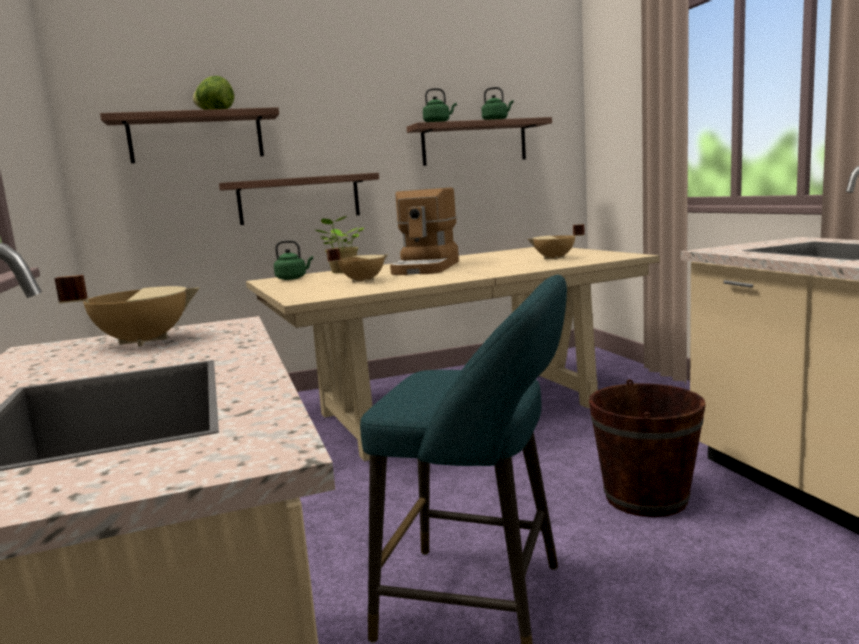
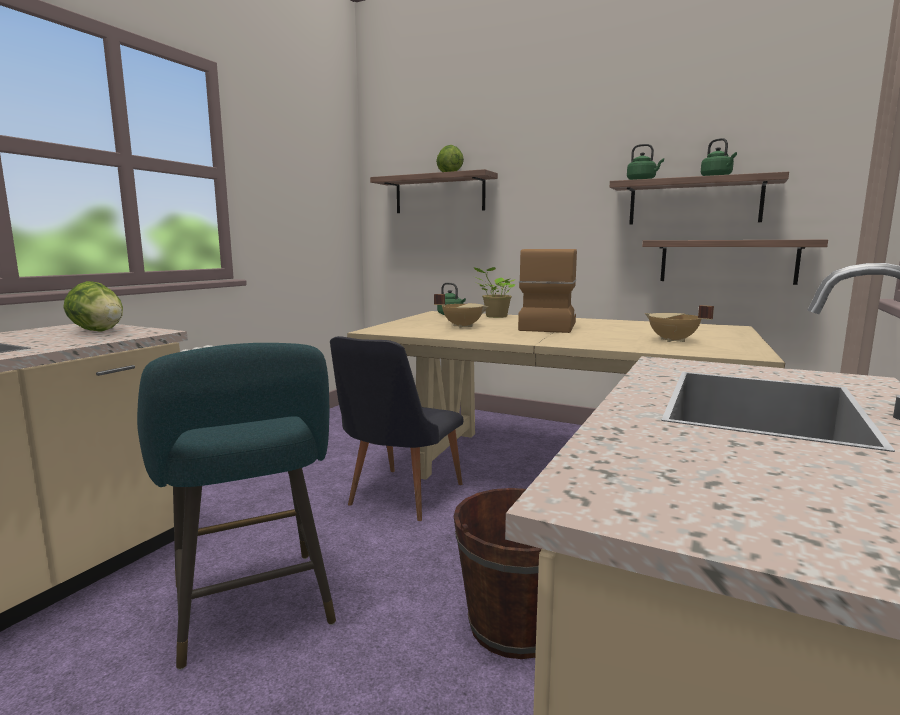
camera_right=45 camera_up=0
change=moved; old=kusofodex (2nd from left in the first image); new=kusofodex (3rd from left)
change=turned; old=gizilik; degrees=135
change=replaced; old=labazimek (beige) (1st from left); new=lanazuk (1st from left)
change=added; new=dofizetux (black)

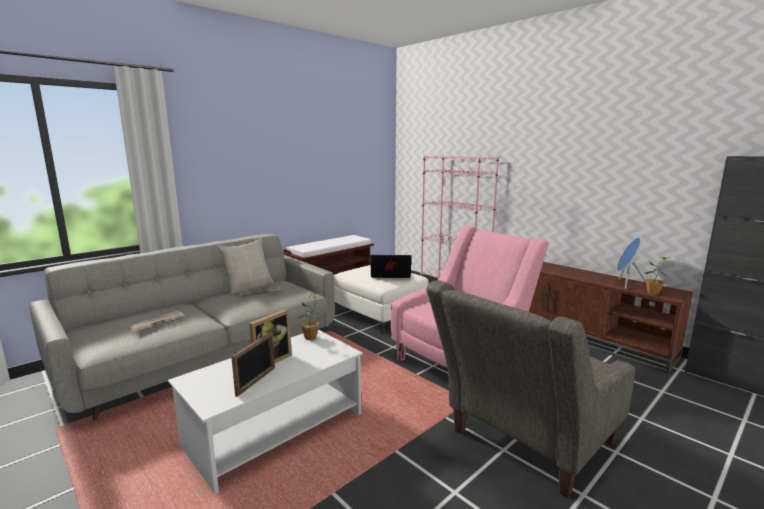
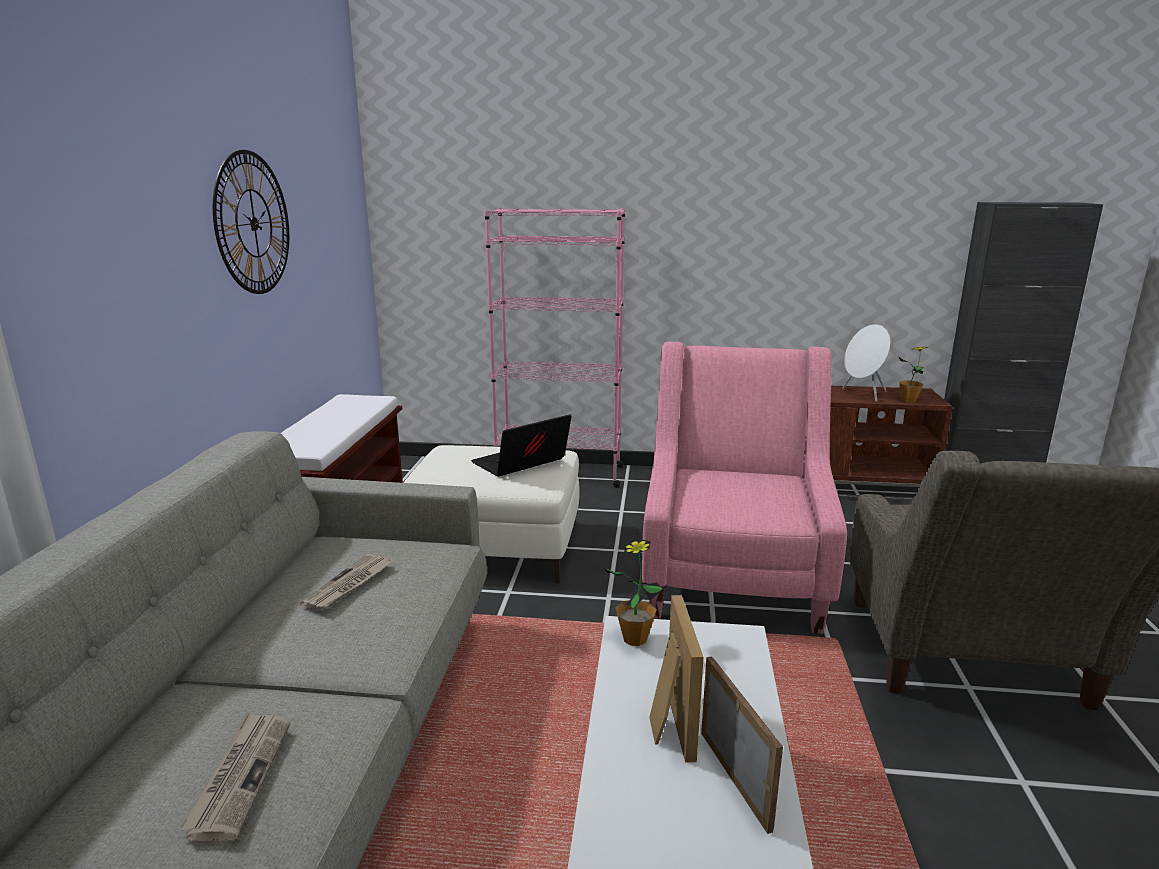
camera_right=-40 camera_up=5
change=recoloured; old=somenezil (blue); new=somenezil (white)
change=removed; old=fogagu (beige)
change=added; new=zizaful

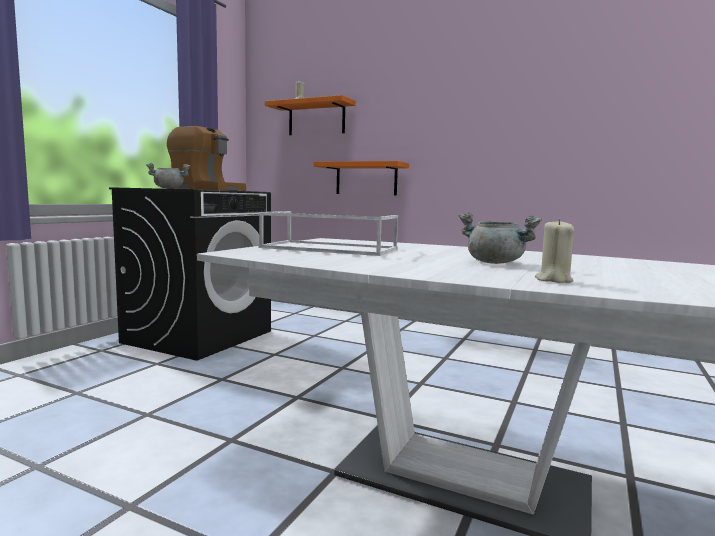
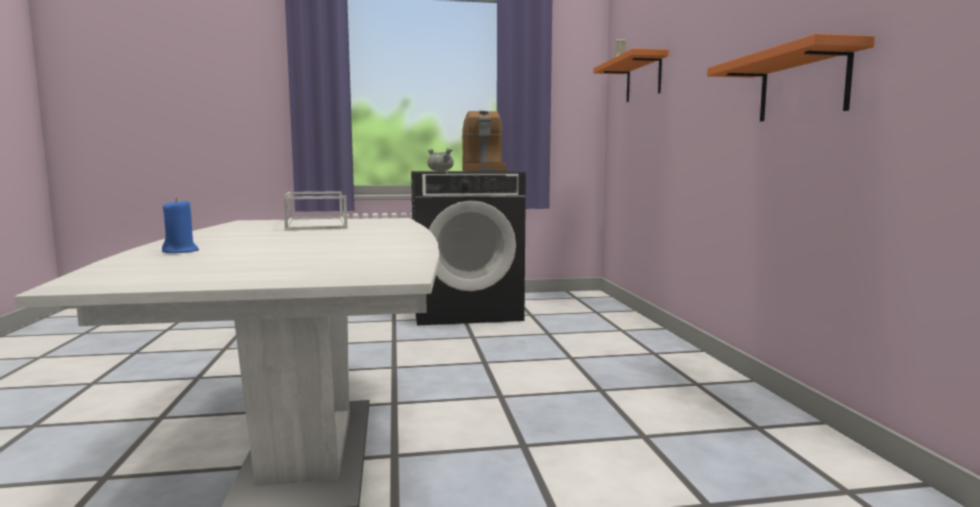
camera_right=55 camera_up=0
change=moved; old=kusofodex (orange) (2nd from left)
change=removed; old=labazimek (grey) (2nd from left)
change=recoloured; old=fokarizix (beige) (2nd from left); new=fokarizix (blue)

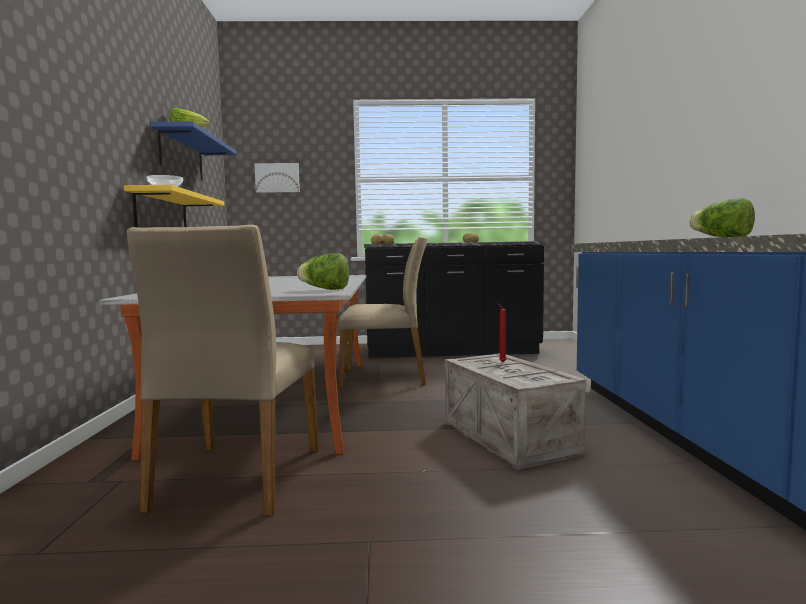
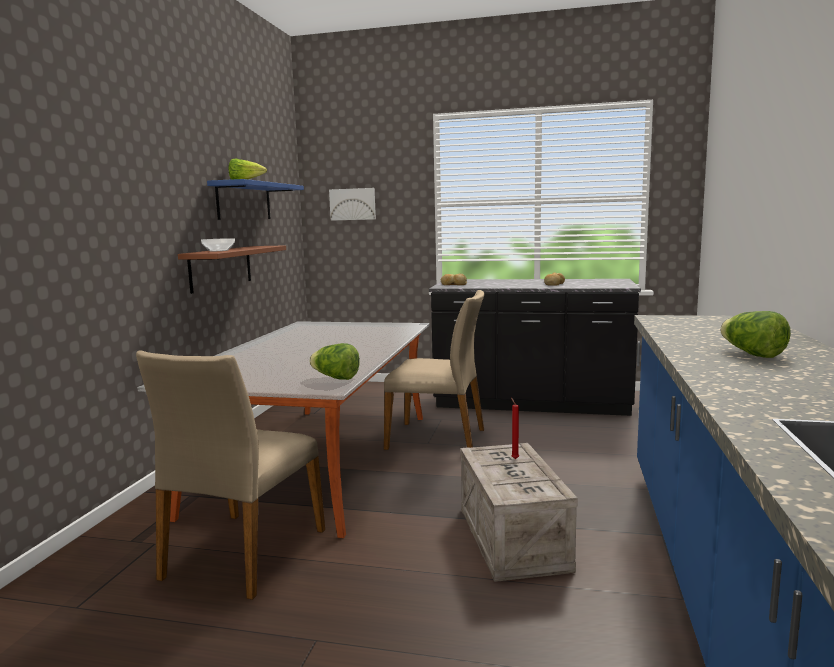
camera_right=15 camera_up=5
change=recoloured; old=kusofodex (yellow); new=kusofodex (brown)

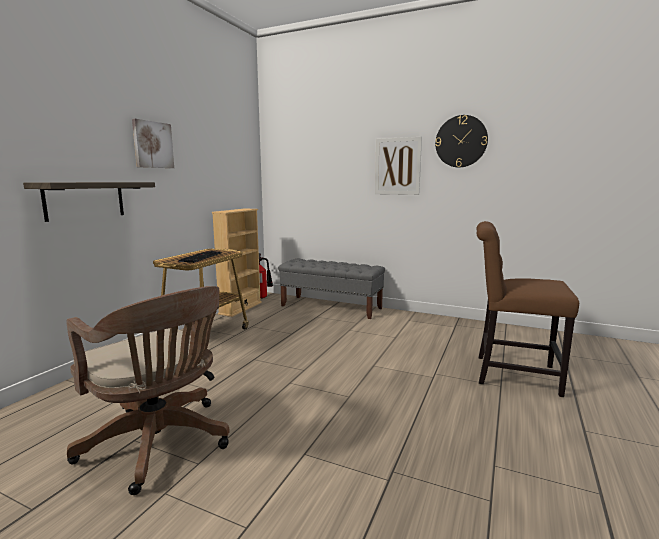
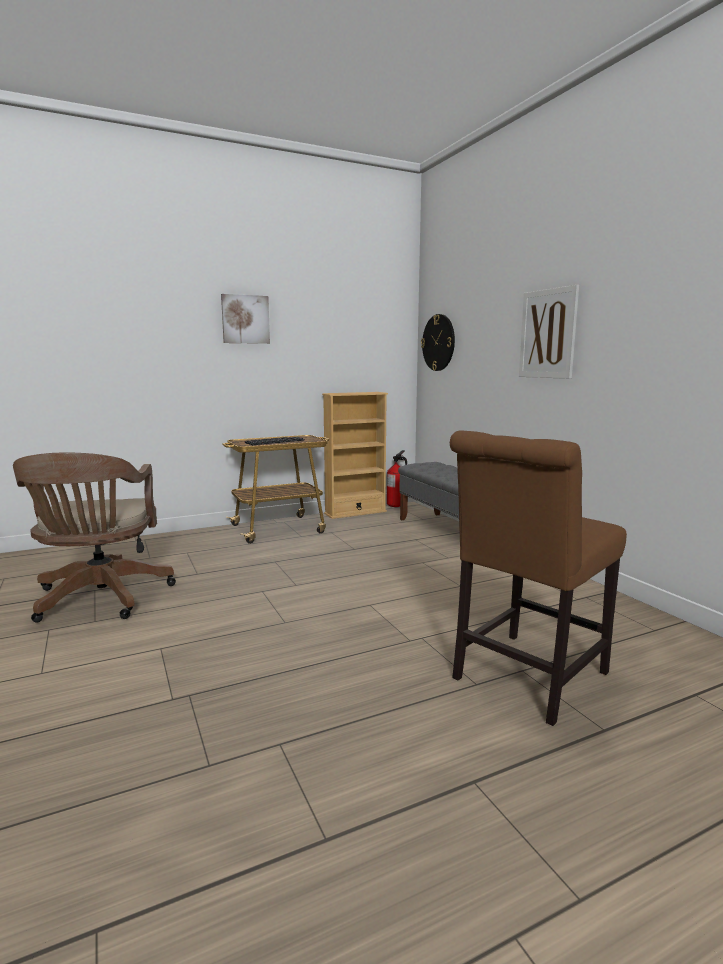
camera_right=40 camera_up=0
change=moved; old=zizaful
change=removed; old=kusofodex
change=turned; old=dofizetux (brown); degrees=-105

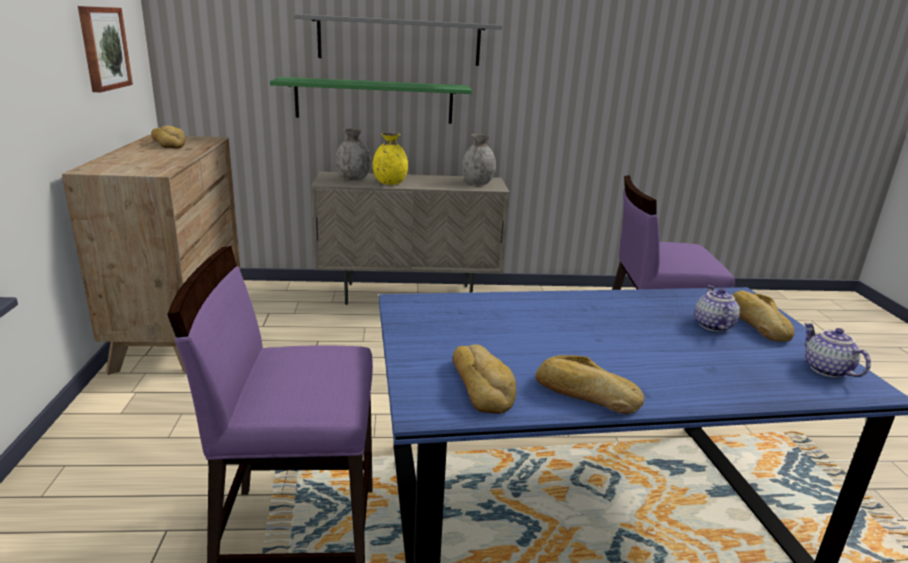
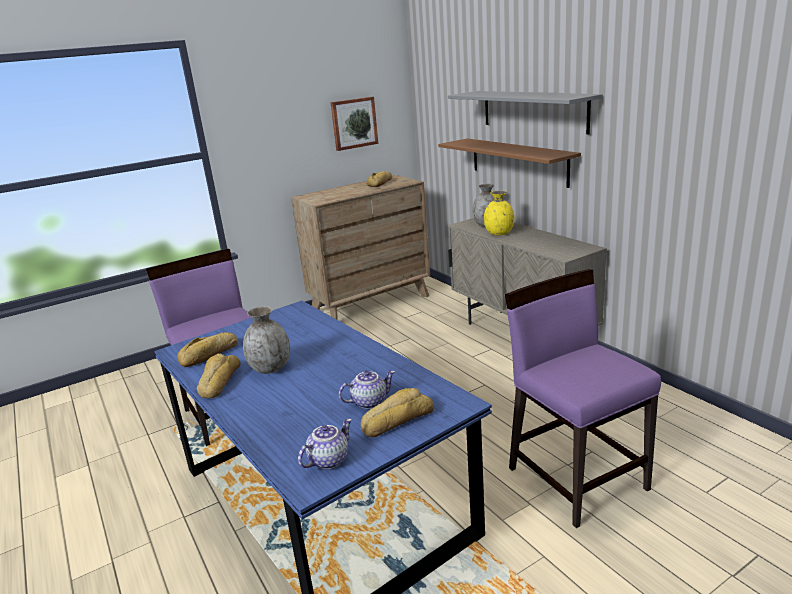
camera_right=65 camera_up=0
change=recoloured; old=kusofodex (green); new=kusofodex (brown)
change=moved; old=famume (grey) (2nd from left in the first image); new=famume (grey) (1st from left)

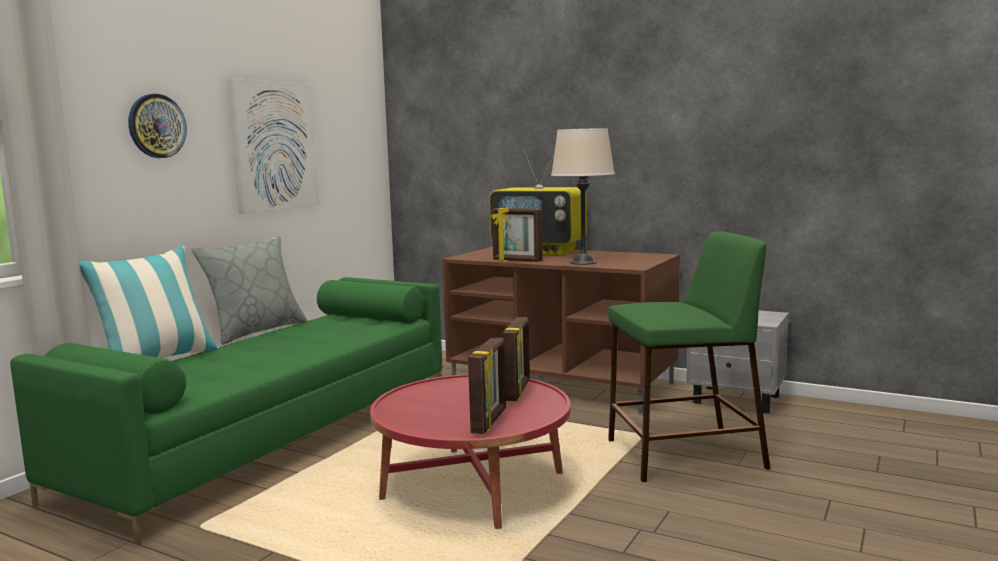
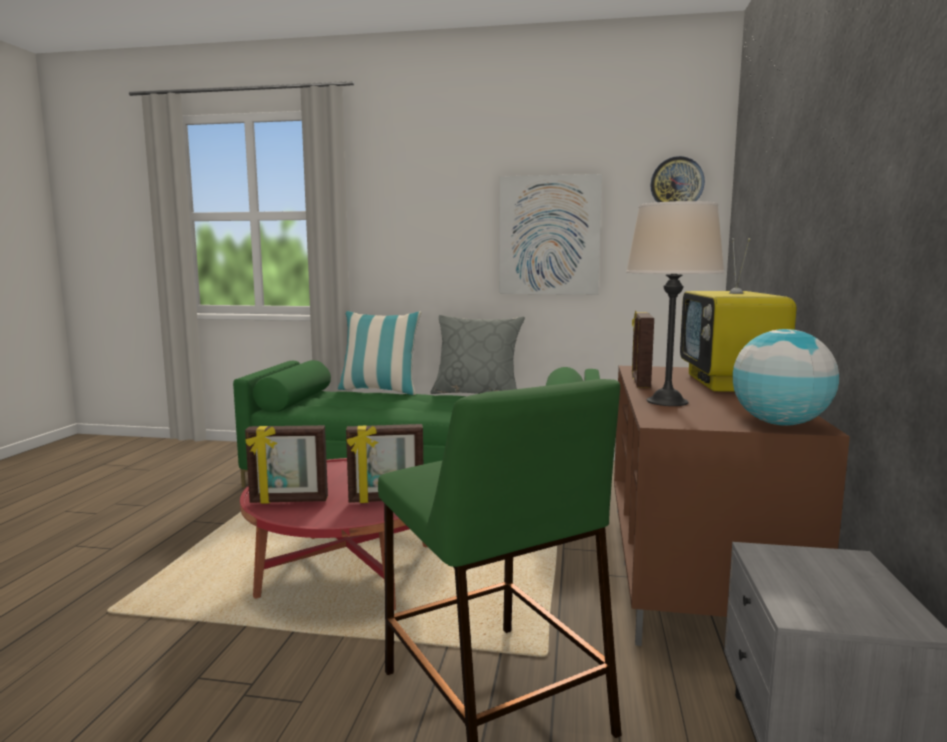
camera_right=70 camera_up=0
change=moved; old=zizaful
change=added; new=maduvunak

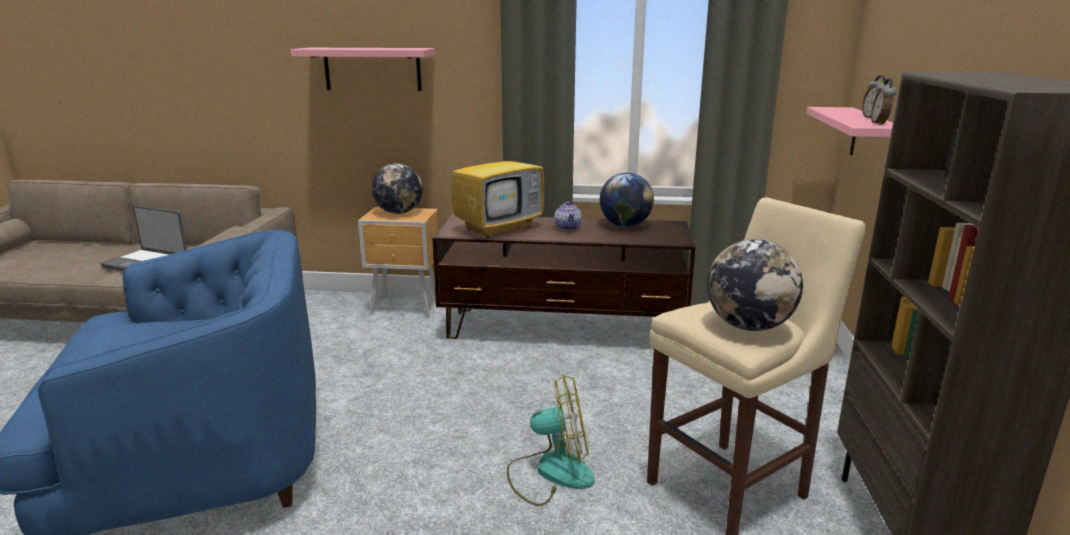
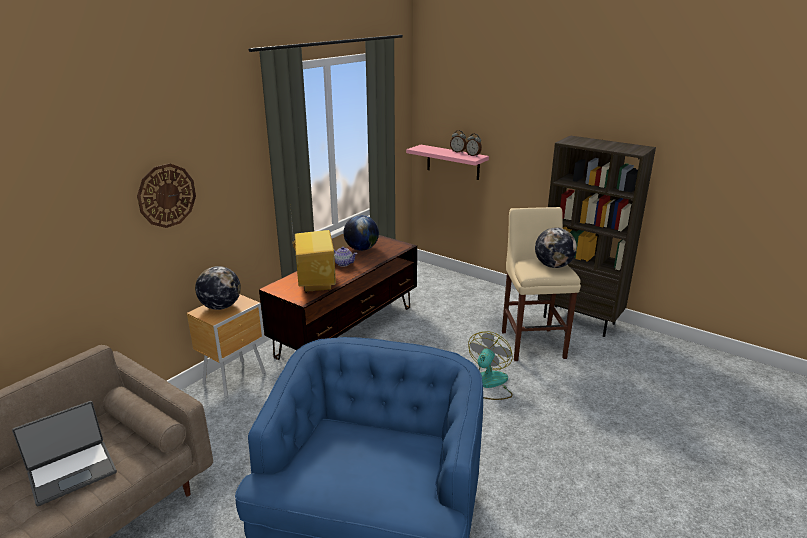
camera_right=-60 camera_up=5
change=replaced; old=kusofodex (pink) (1st from left); new=zizaful

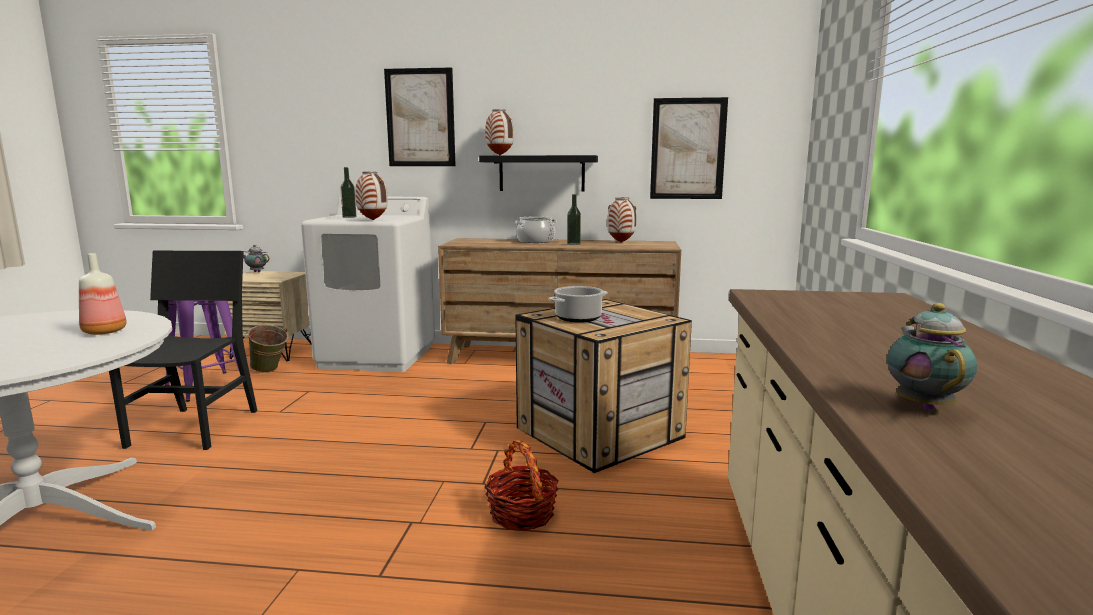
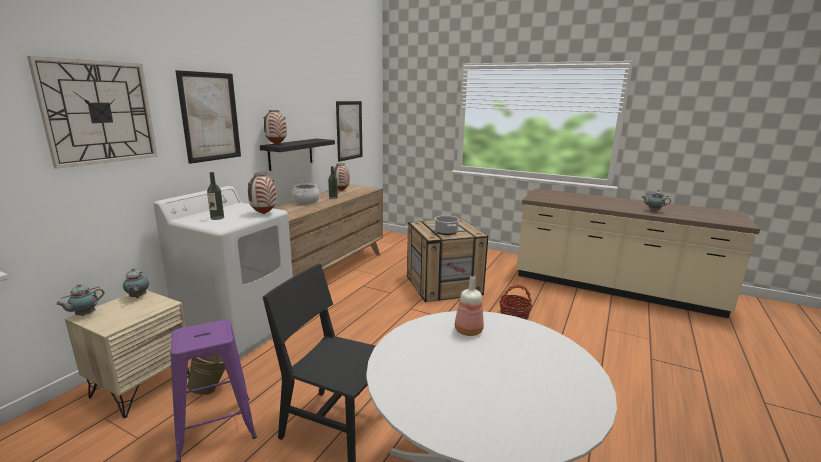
camera_right=-70 camera_up=5
change=added; new=zizaful
change=added; new=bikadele (2nd from left)

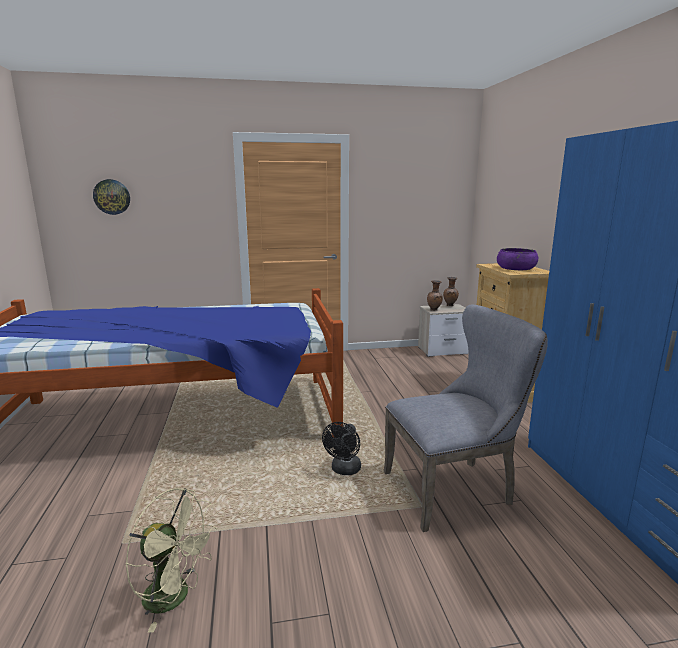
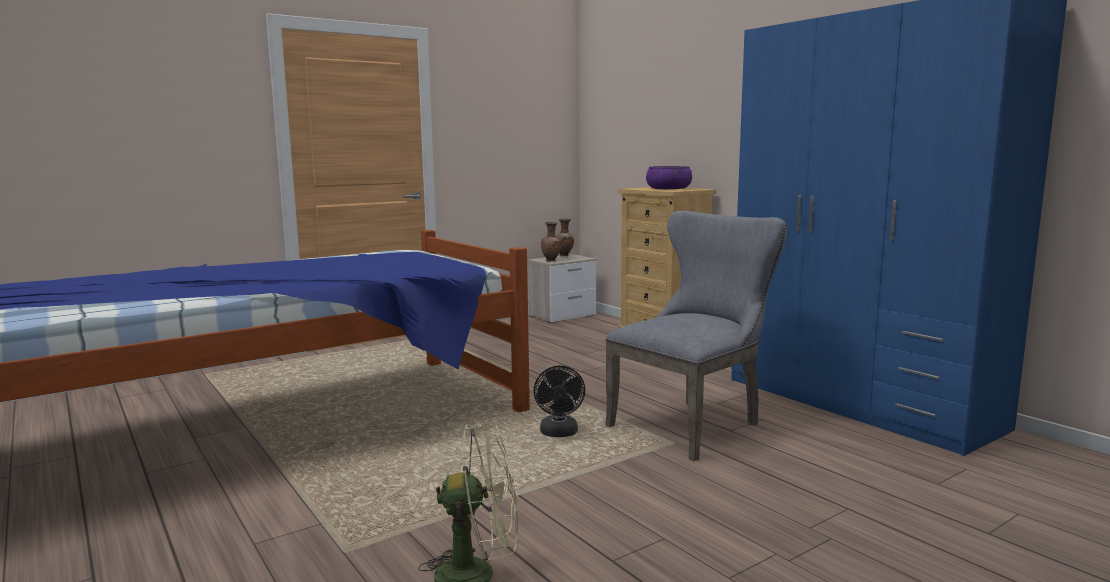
camera_right=-25 camera_up=-5
change=removed; old=zizaful

